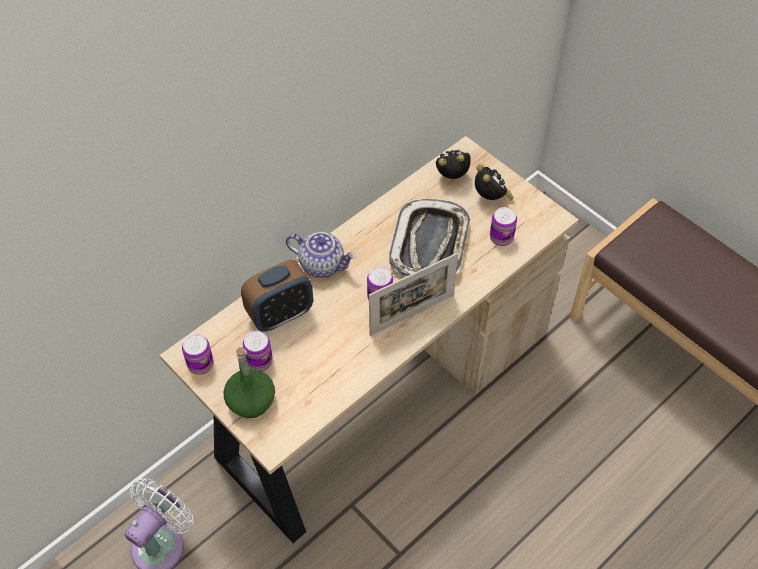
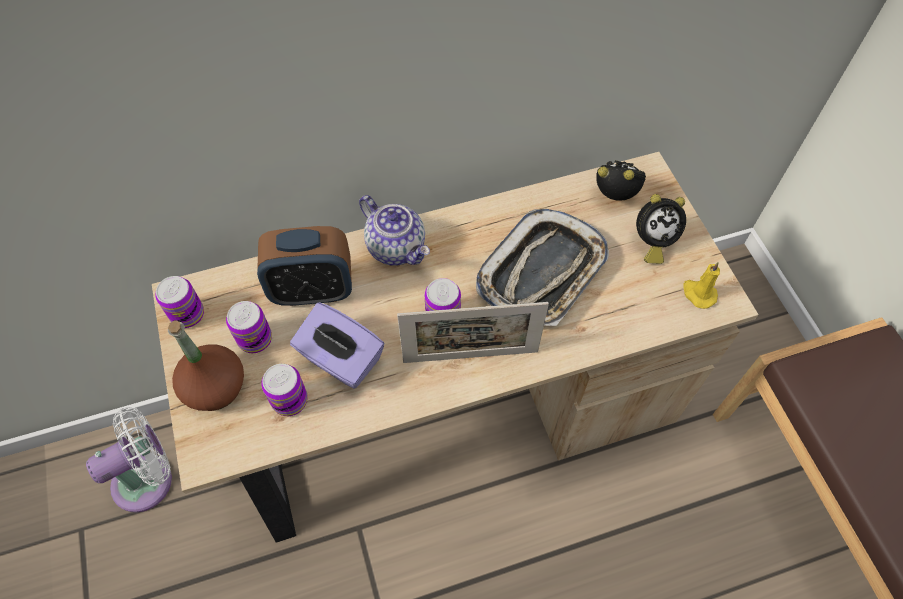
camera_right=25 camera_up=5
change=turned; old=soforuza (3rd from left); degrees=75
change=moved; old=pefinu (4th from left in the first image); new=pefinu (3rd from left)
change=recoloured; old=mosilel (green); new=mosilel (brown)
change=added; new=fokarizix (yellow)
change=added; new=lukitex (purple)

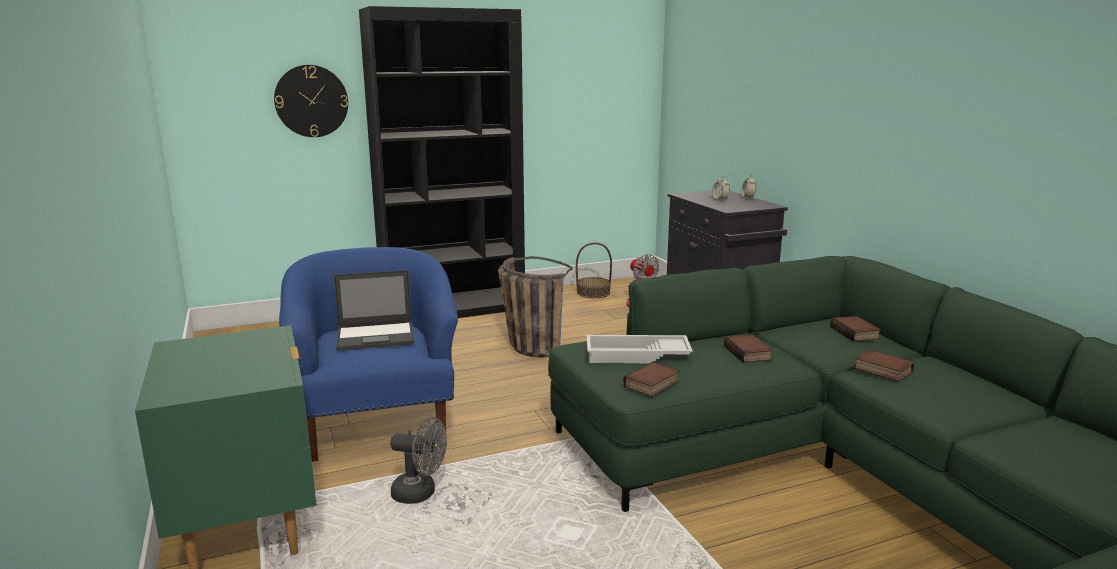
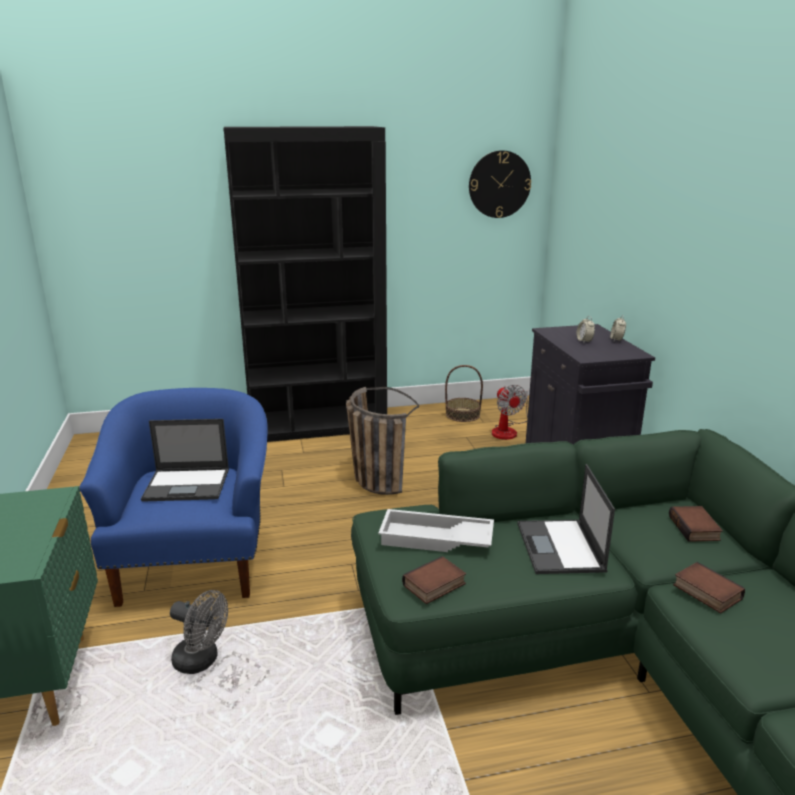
camera_right=10 camera_up=5
change=moved; old=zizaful
change=replaced; old=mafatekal (2nd from left); new=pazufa (2nd from left)

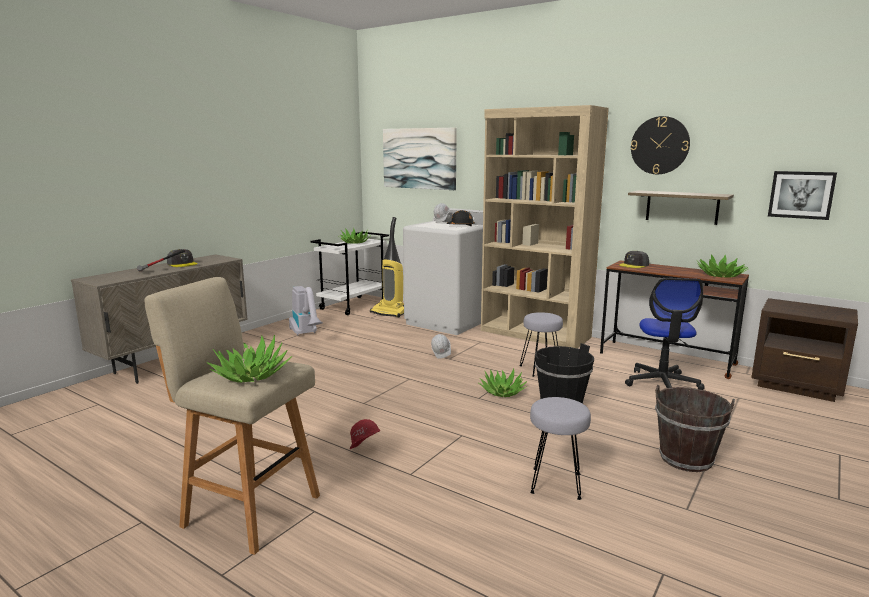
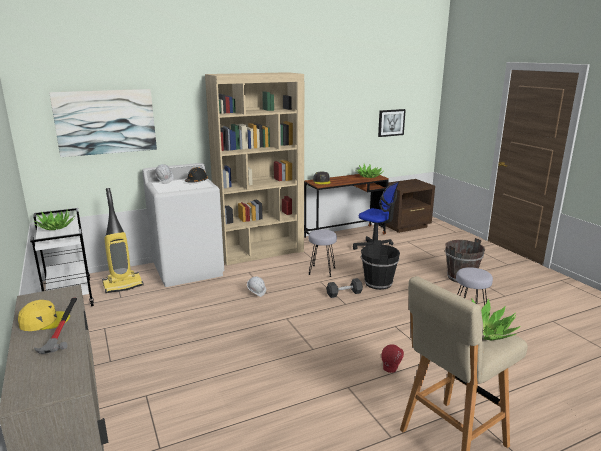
camera_right=-60 camera_up=5
change=removed; old=zizaful
change=removed; old=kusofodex
change=recoloured; old=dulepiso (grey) (1st from left); new=dulepiso (yellow)
change=removed; old=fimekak (1st from left)
change=replaced; old=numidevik (3rd from left); new=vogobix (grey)

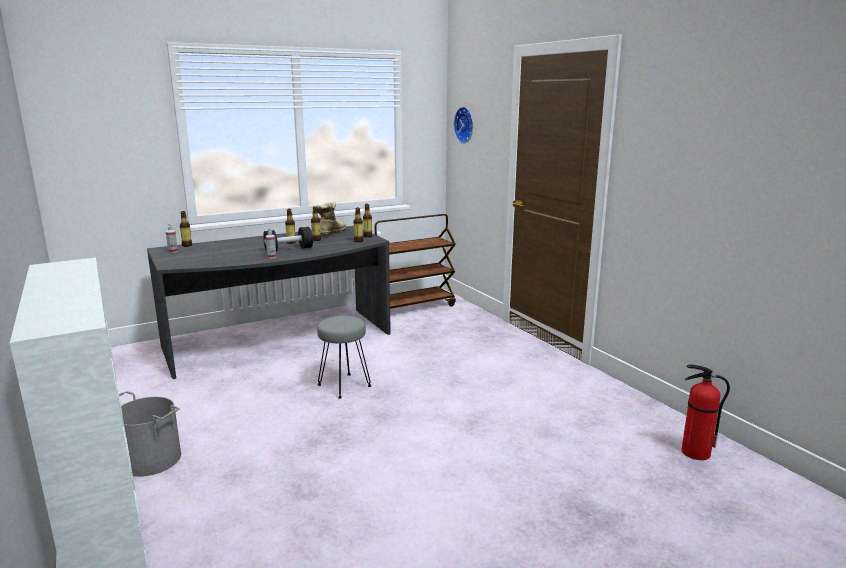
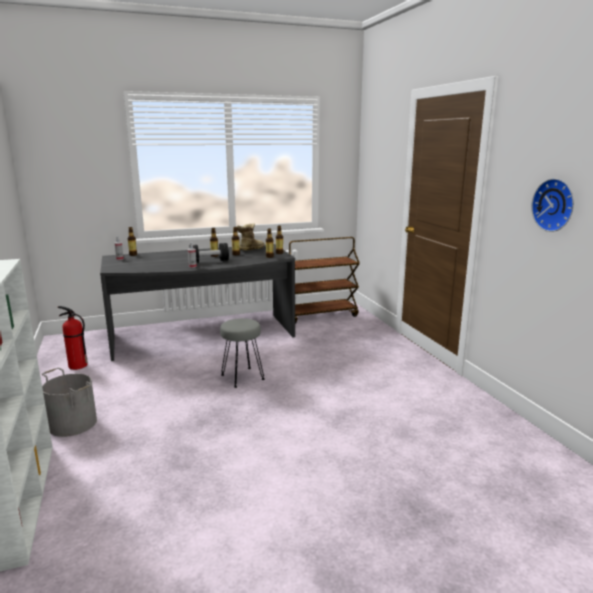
camera_right=10 camera_up=0
change=moved; old=zizaful
change=moved; old=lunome

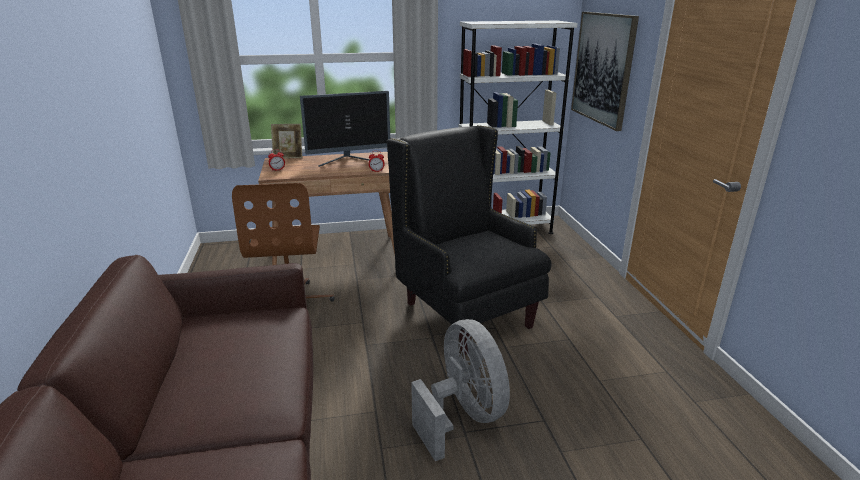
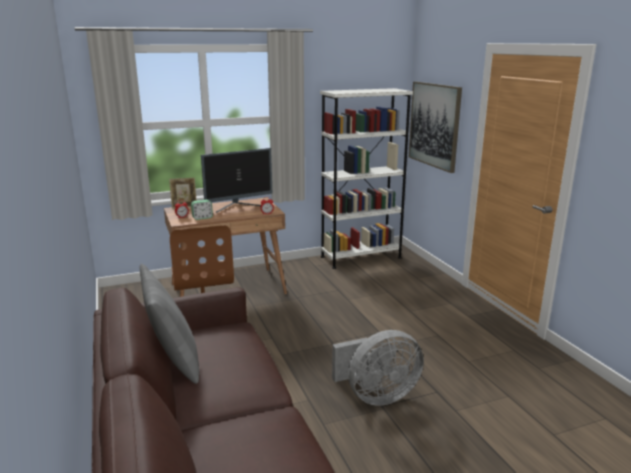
camera_right=-10 camera_up=-5
change=removed; old=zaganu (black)
change=turned; old=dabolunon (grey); degrees=105
change=added; new=soforuza (2nd from left)
change=added; new=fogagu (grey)

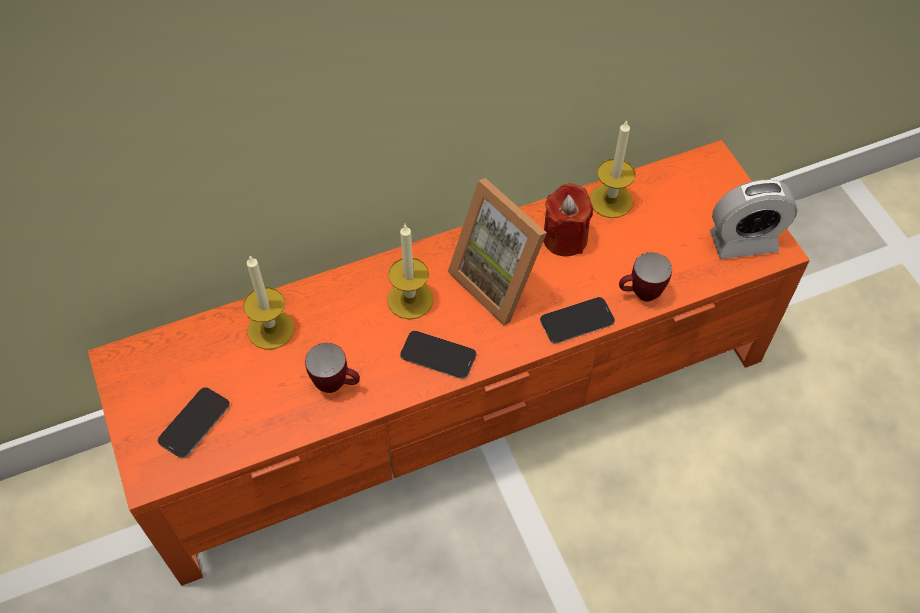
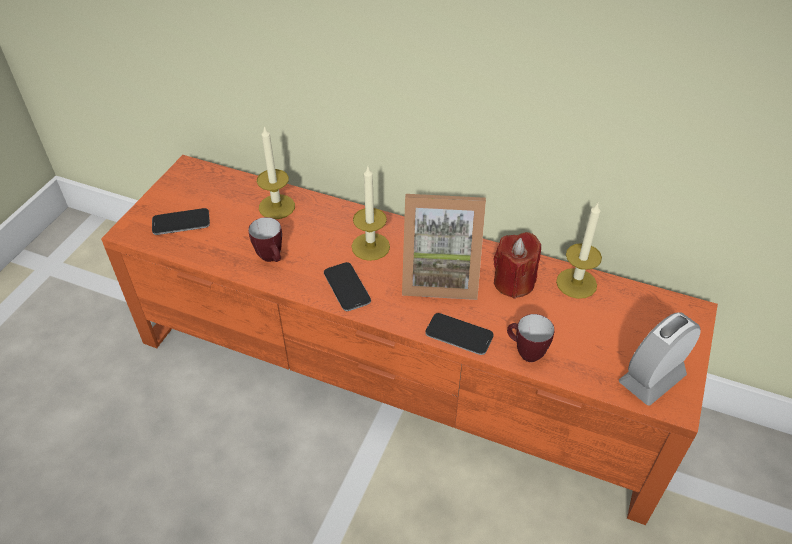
camera_right=45 camera_up=-10
change=turned; old=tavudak; degrees=-90
change=turned; old=soforuza; degrees=105

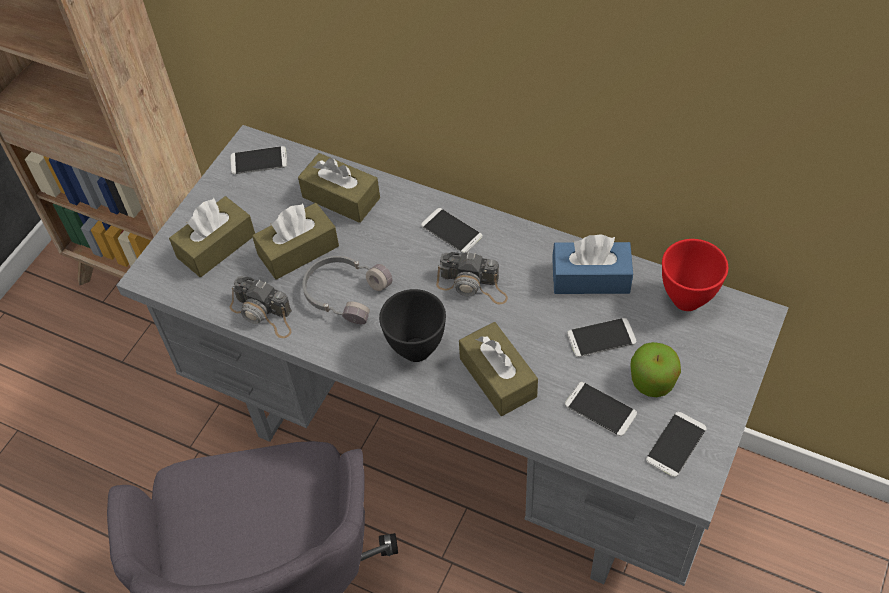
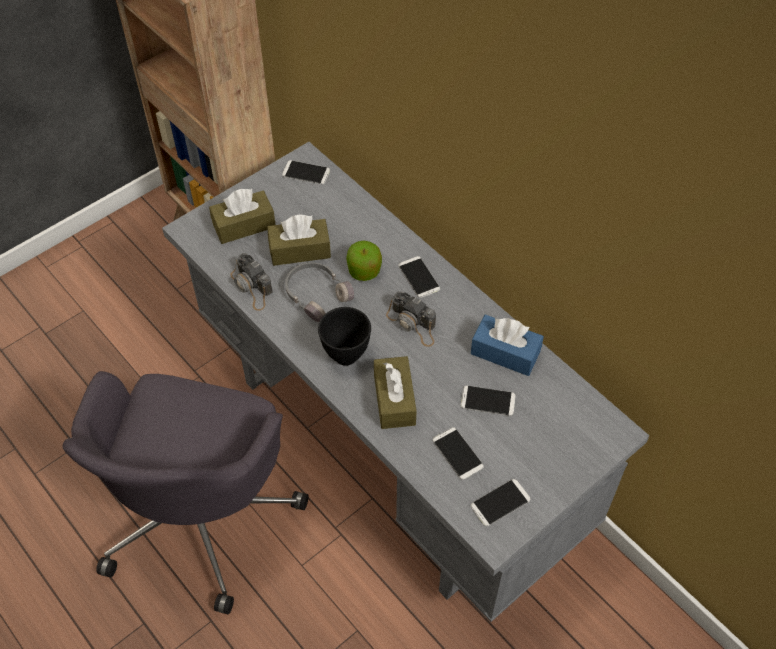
camera_right=20 camera_up=0
change=removed; old=lukitex (brown) (3rd from left)
change=removed; old=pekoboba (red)
change=moved; old=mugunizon

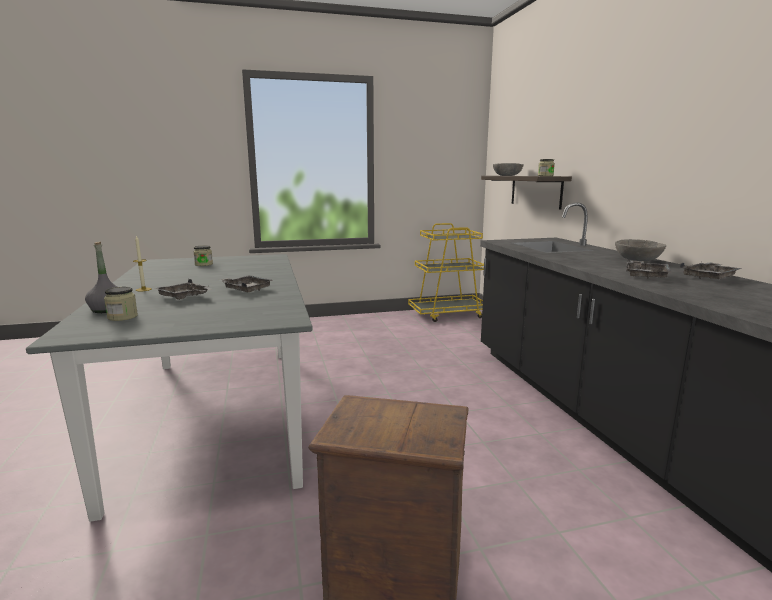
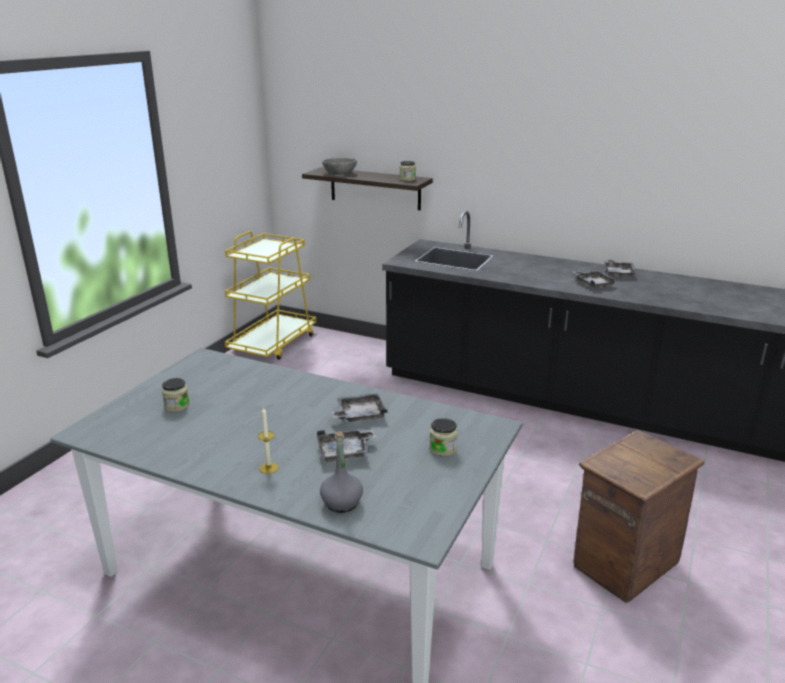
camera_right=-50 camera_up=10
change=removed; old=pekoboba (grey) (2nd from left)
change=moved; old=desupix (1st from left in the first image); new=desupix (3rd from left)

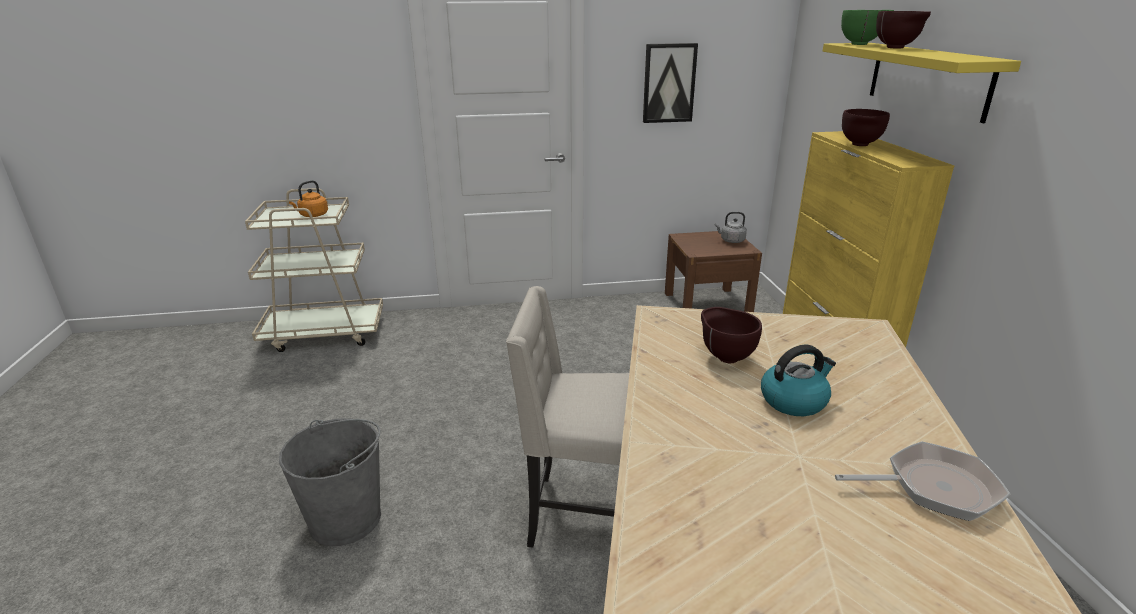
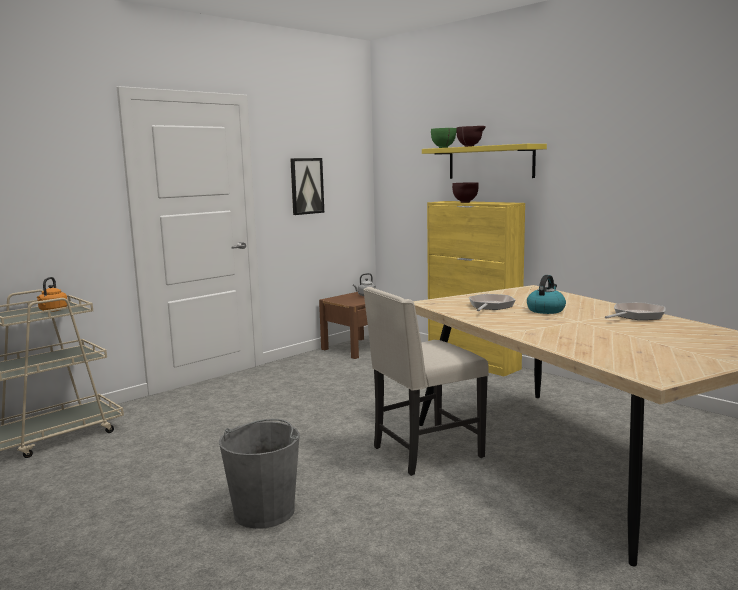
camera_right=-35 camera_up=-15
change=replaced; old=pekoboba (brown) (1st from left); new=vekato (1st from left)

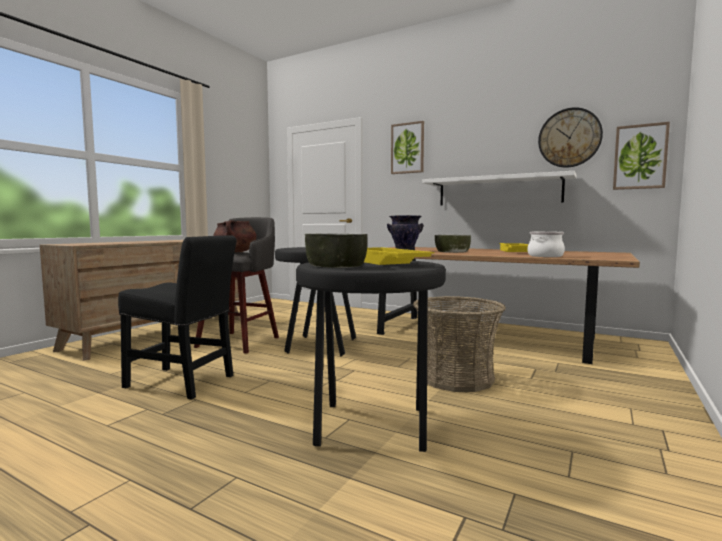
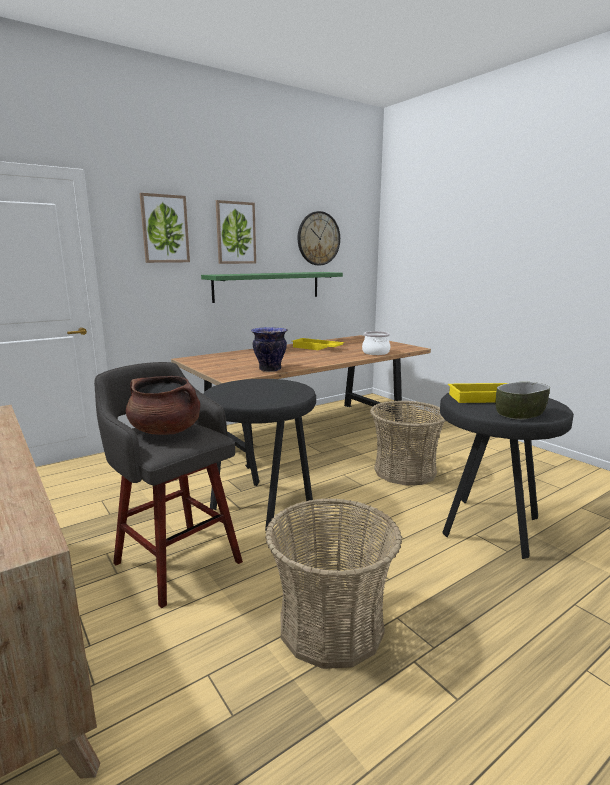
camera_right=-65 camera_up=10
change=moved; old=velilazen (2nd from left)
change=recoloured; old=kusofodex (white); new=kusofodex (green)
change=replaced; old=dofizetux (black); new=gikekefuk (1st from left)
change=removed; old=pekoboba (2nd from left)

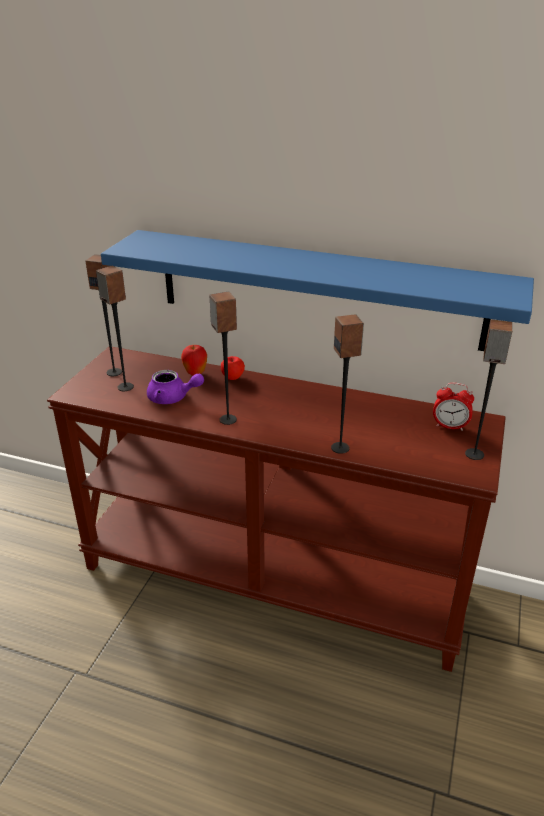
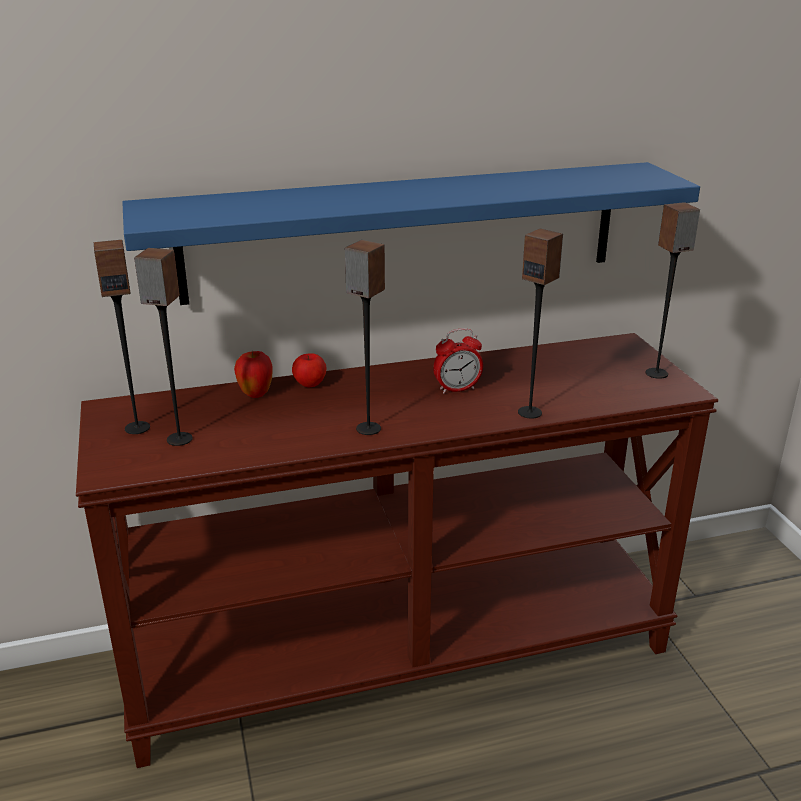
camera_right=-35 camera_up=-5
change=removed; old=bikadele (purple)
change=moved; old=soforuza

